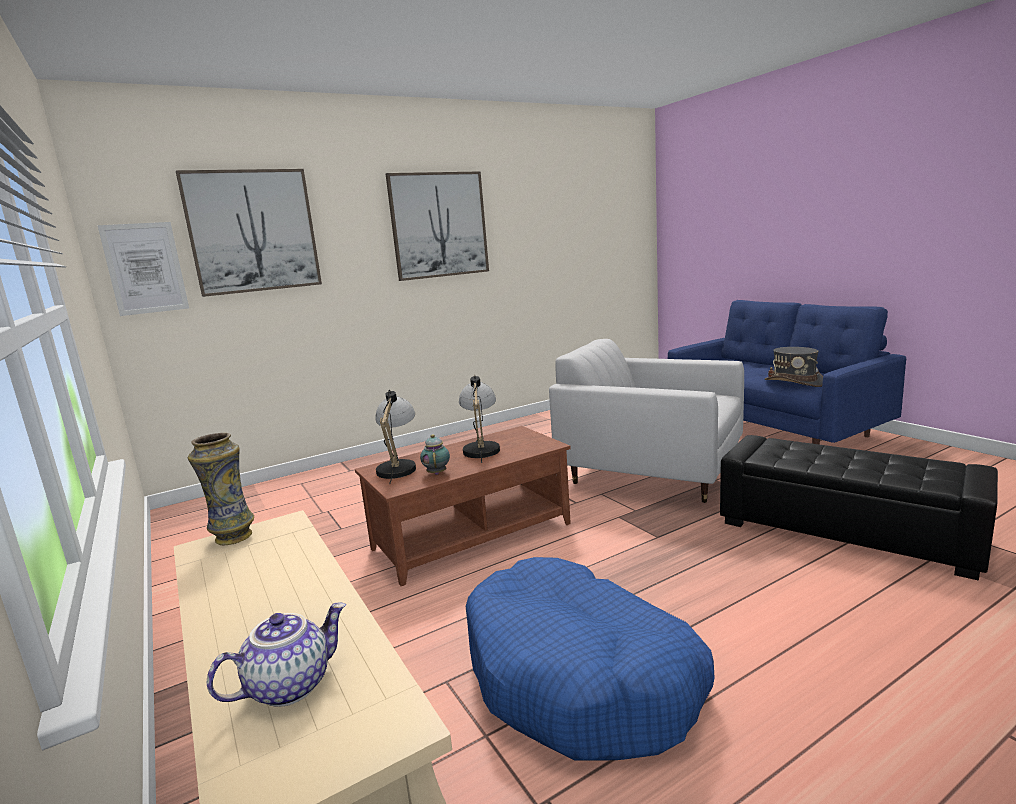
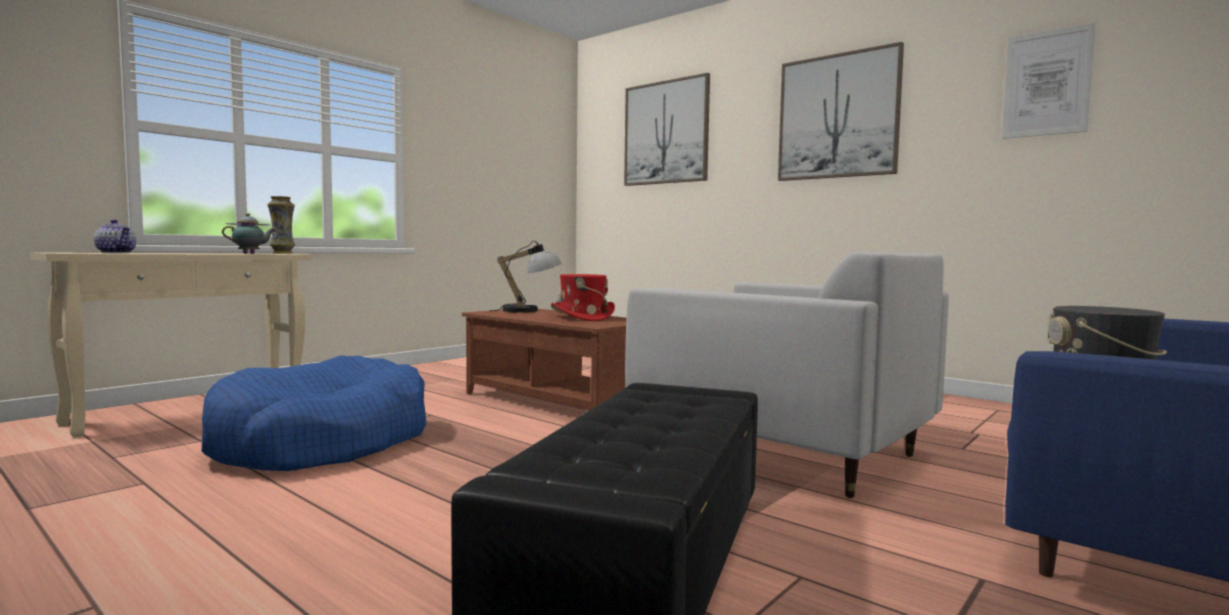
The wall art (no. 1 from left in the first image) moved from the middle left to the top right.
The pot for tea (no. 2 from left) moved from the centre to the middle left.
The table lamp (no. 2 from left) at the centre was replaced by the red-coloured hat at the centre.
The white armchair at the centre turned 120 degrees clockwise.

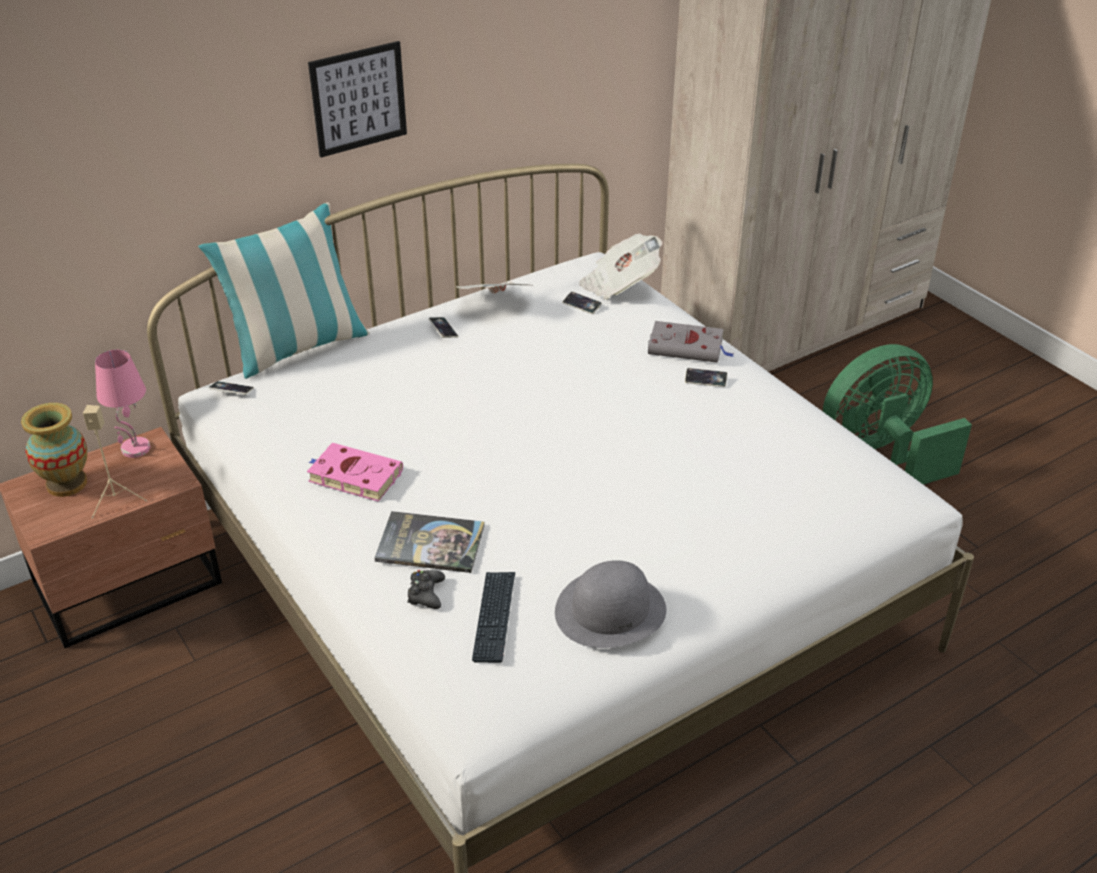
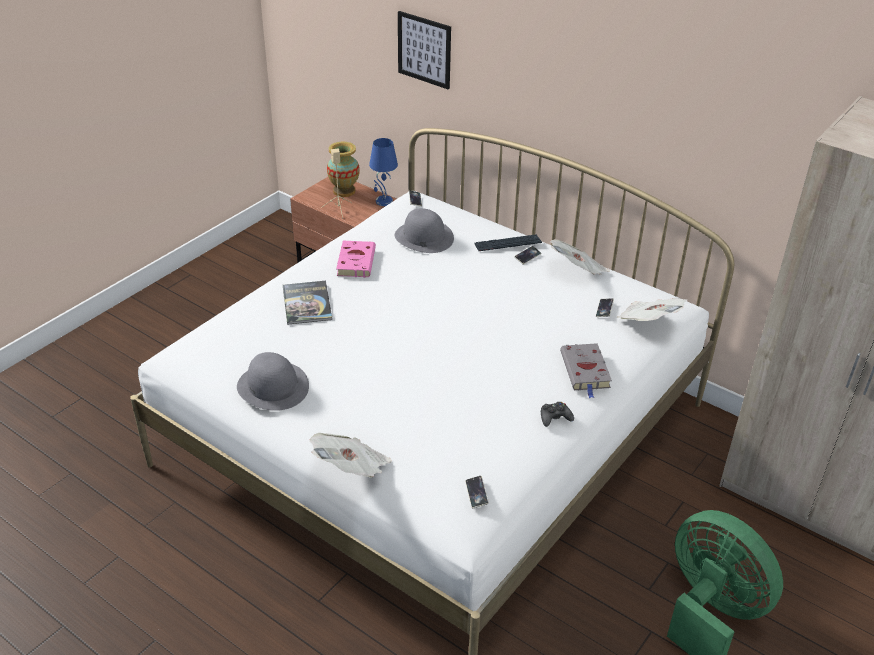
The cushion at the middle left disappeared.
The daily paper (no. 1 from left) at the bottom centre appeared.
The greyish hat (no. 2 from left) at the centre appeared.
The wall art moved from the top left to the top centre.
The blackish game controller moved from the bottom centre to the centre.
The PC keyboard moved from the bottom centre to the centre.
The telephone (no. 4 from left in the first image) moved from the centre to the bottom centre.
The pinkish table lamp at the middle left became the blue-coloured table lamp at the top centre.

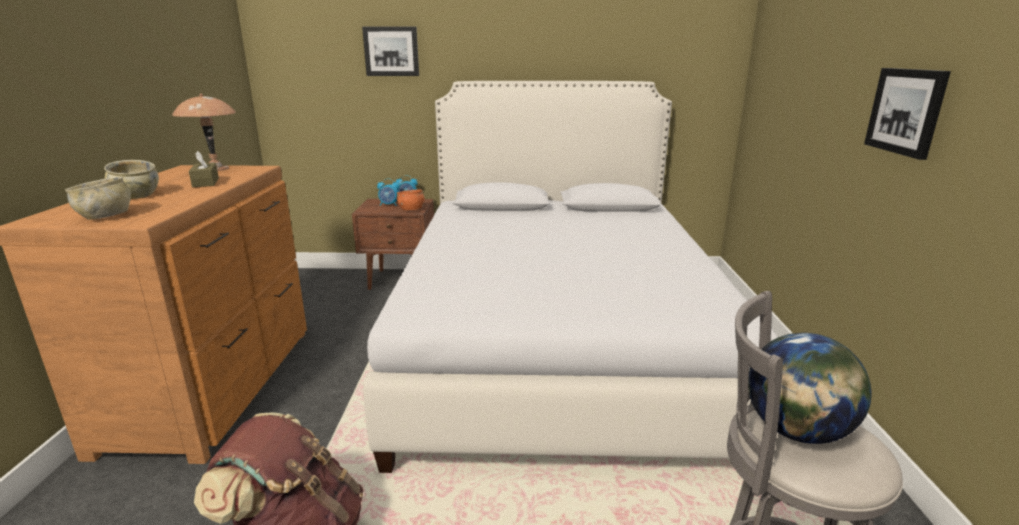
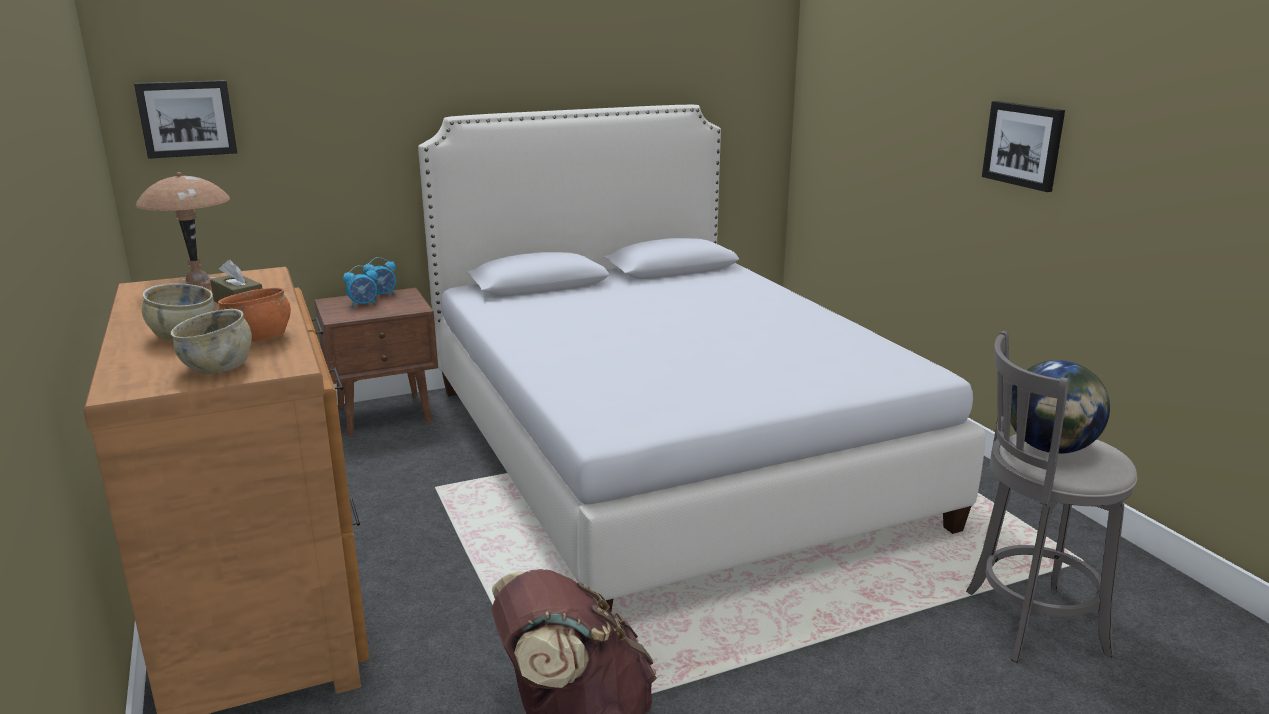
The wall art (no. 1 from left) moved from the top centre to the top left.
The orange deep dish moved from the centre to the middle left.

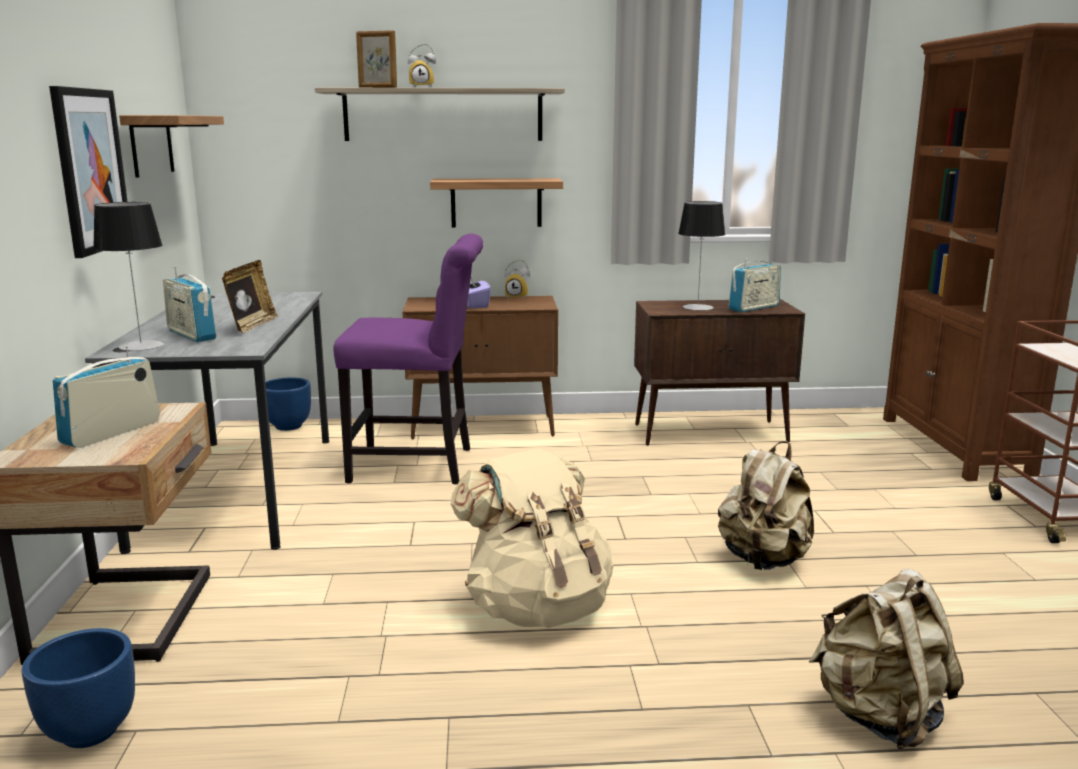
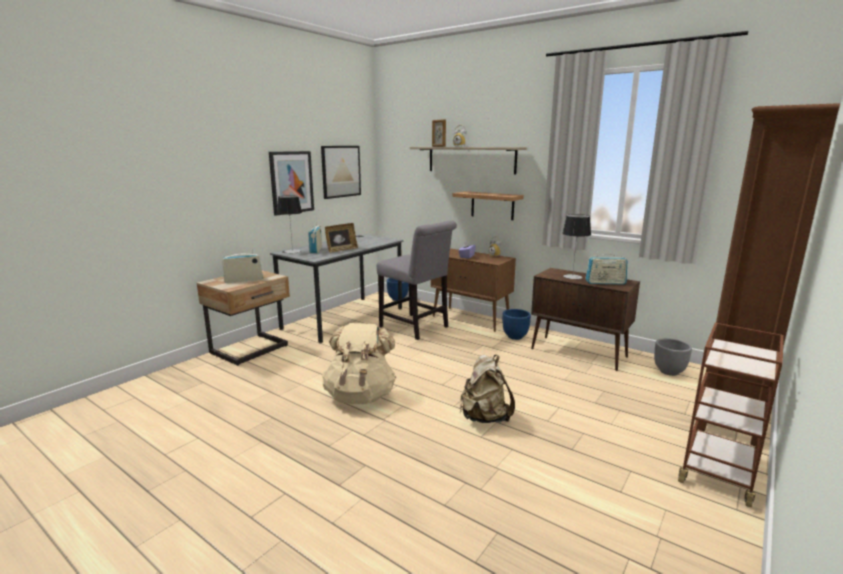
The sand-coloured backpack (no. 3 from left) at the bottom right disappeared.
The greyish plant pot at the middle right appeared.
The blue-coloured plant pot (no. 1 from left in the first image) moved from the bottom left to the centre.
The shelf (no. 1 from left) at the top left was replaced by the wall art (no. 2 from left) at the top centre.
The purplish chair at the centre became the greyish chair at the centre.

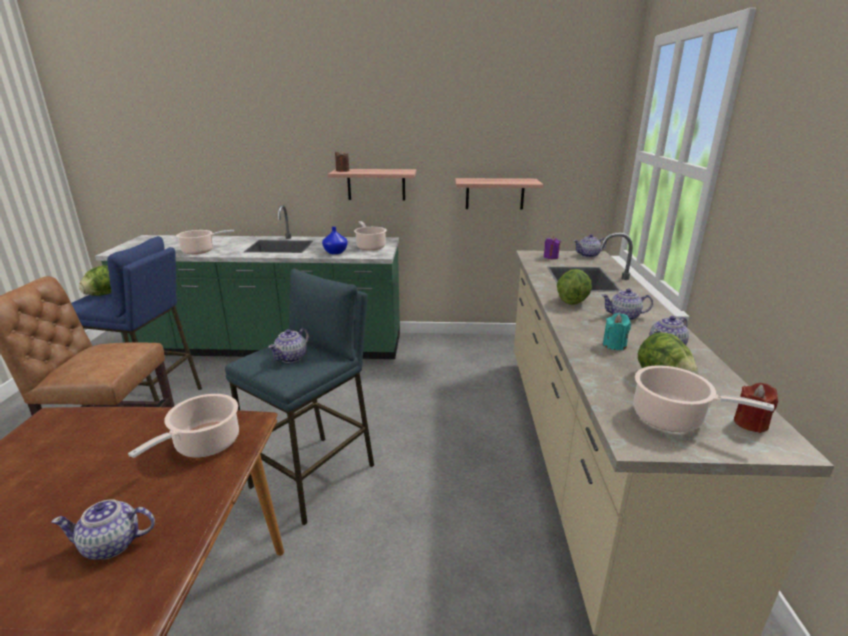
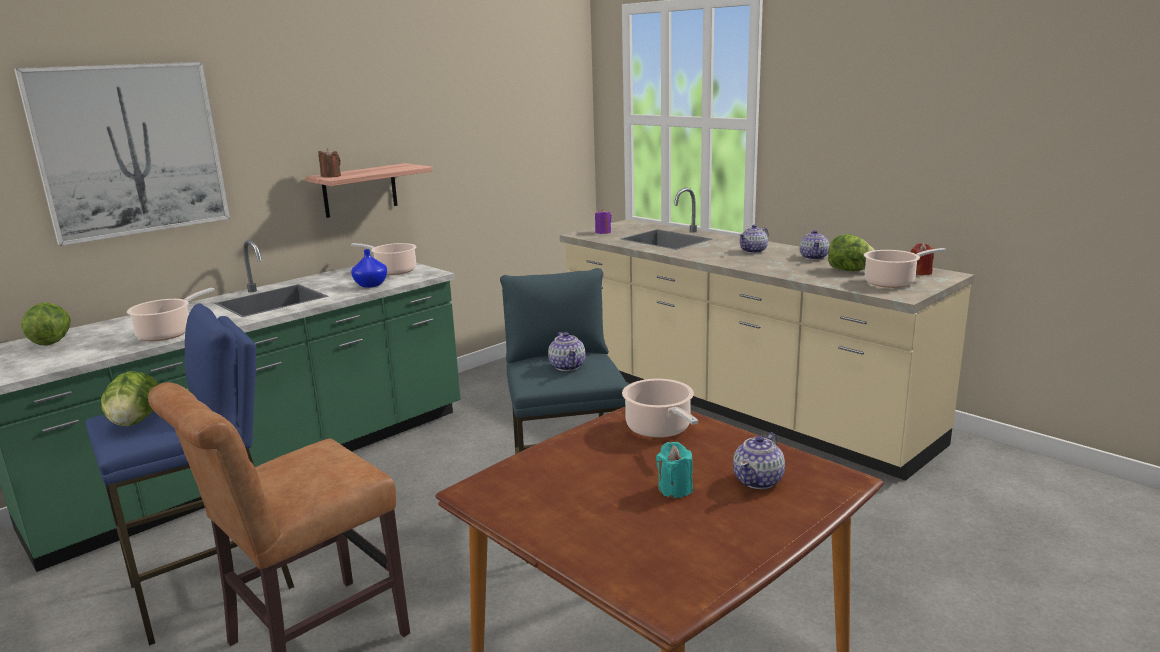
The shelf (no. 2 from left) at the top centre disappeared.
The pot for tea (no. 3 from left) at the middle right disappeared.
The wall art at the top left appeared.
The head of lettuce (no. 2 from left in the first image) moved from the middle right to the middle left.
The turquoise-coloured wax candle moved from the middle right to the bottom centre.

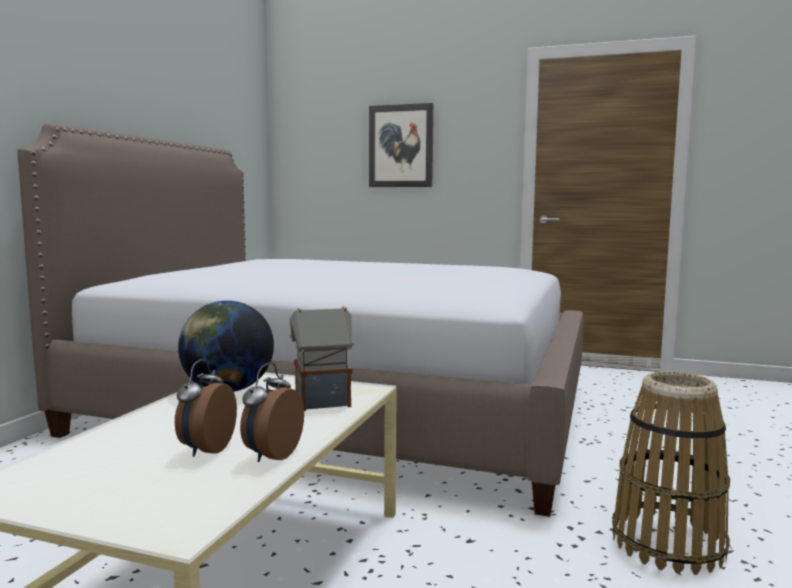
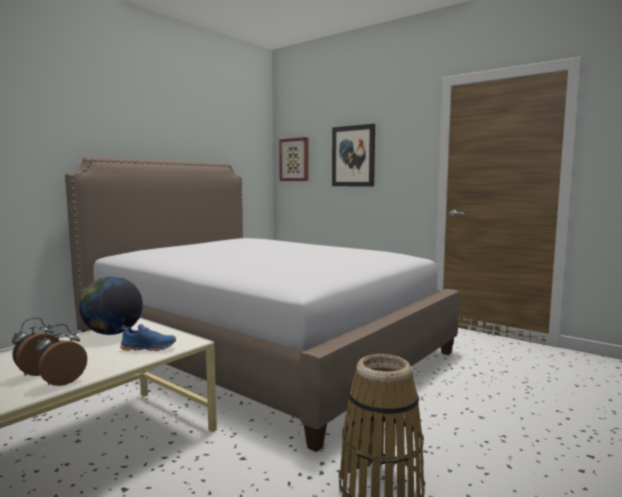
The wall art (no. 1 from left) at the top centre appeared.
The toy house at the centre was replaced by the blue-coloured shoe at the bottom left.

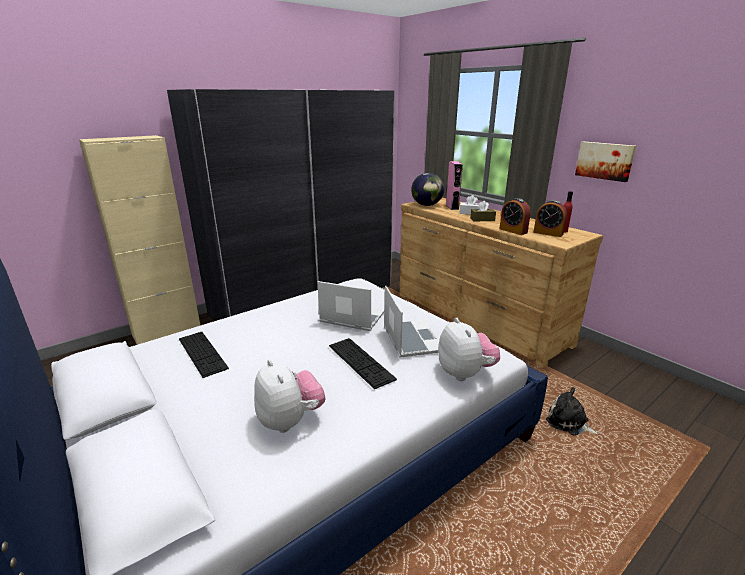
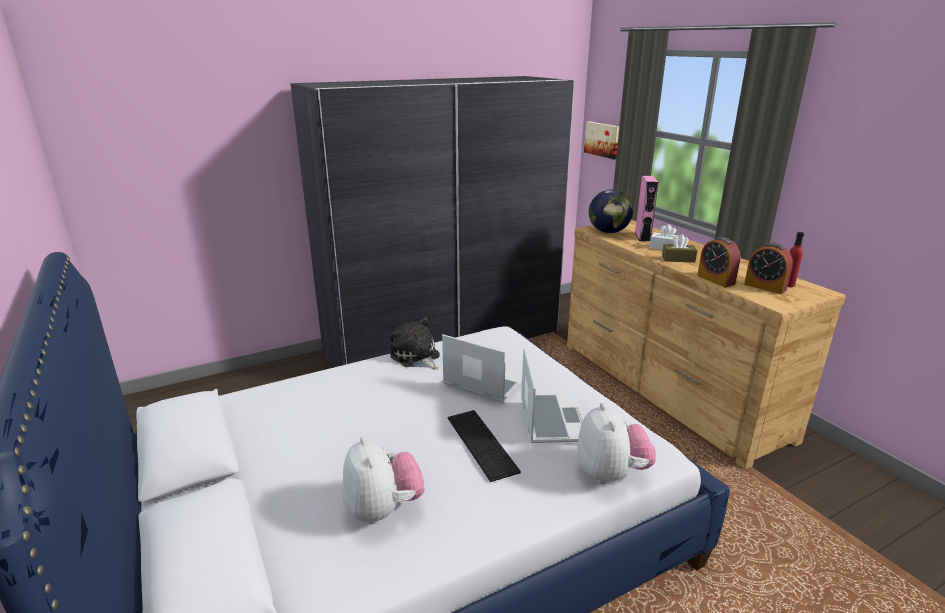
The sand-coloured cupboard at the middle left disappeared.
The PC keyboard (no. 1 from left) at the middle left disappeared.
The cuddly toy (no. 3 from left in the first image) moved from the bottom right to the centre.
The wall art moved from the top right to the top centre.

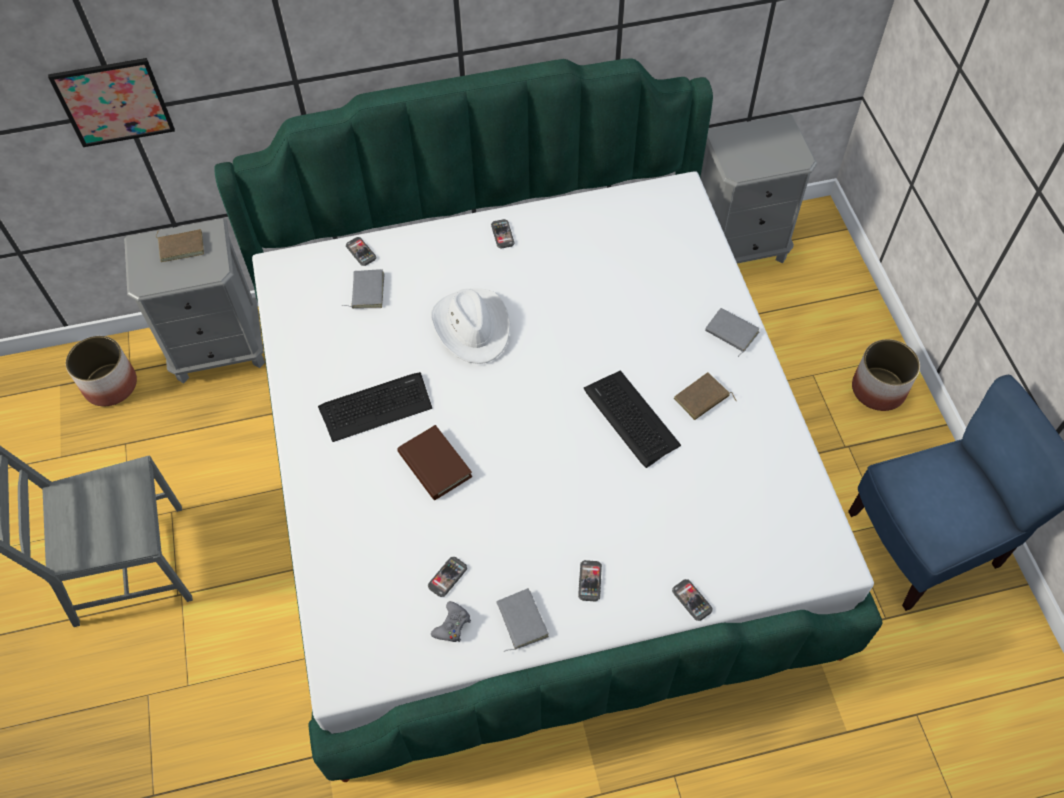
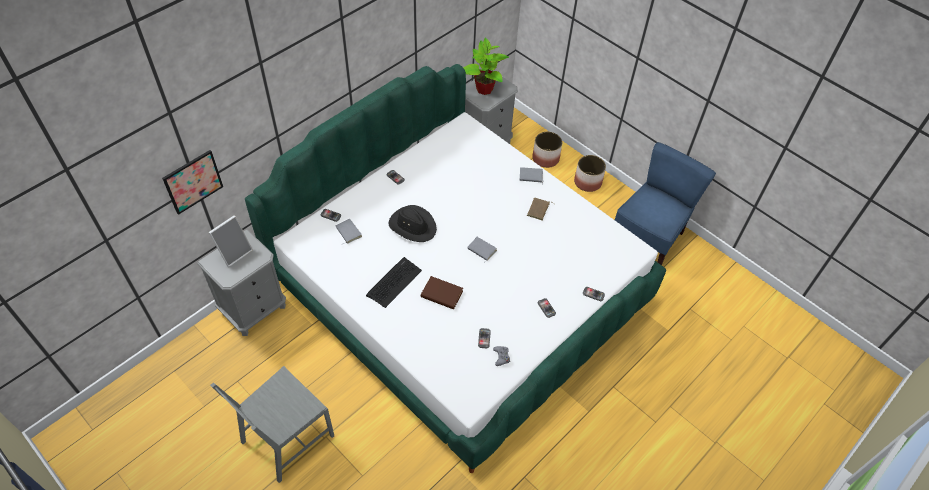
The PC keyboard (no. 2 from left) at the centre disappeared.
The plant in a pot at the top centre appeared.
The plant pot (no. 1 from left) moved from the middle left to the top centre.
The greyish volume (no. 2 from left) moved from the bottom centre to the centre.
The brownish volume (no. 1 from left) at the top left was replaced by the picture frame at the middle left.
The white hat at the centre became the blackish hat at the centre.

